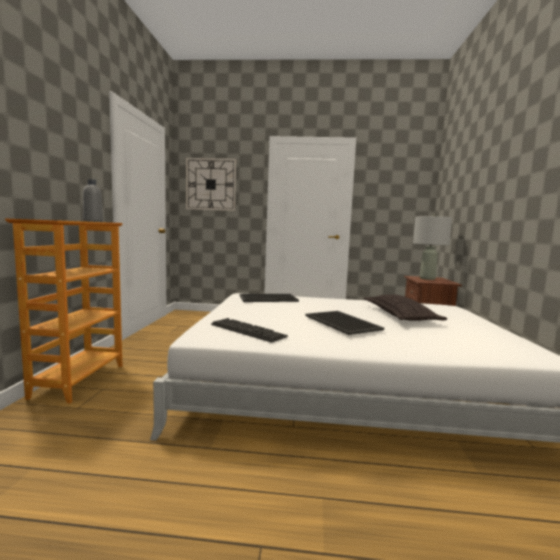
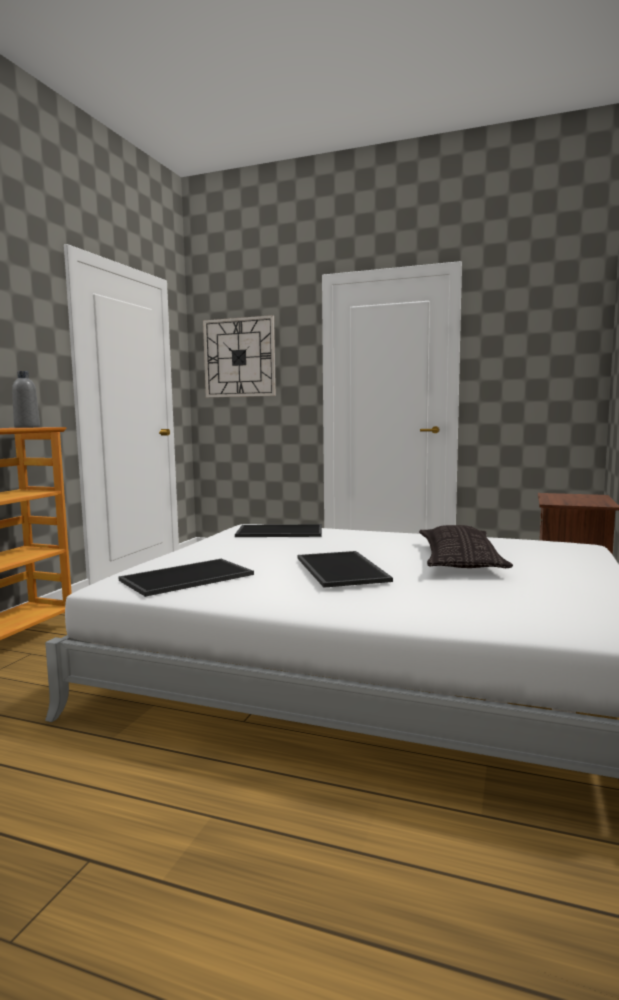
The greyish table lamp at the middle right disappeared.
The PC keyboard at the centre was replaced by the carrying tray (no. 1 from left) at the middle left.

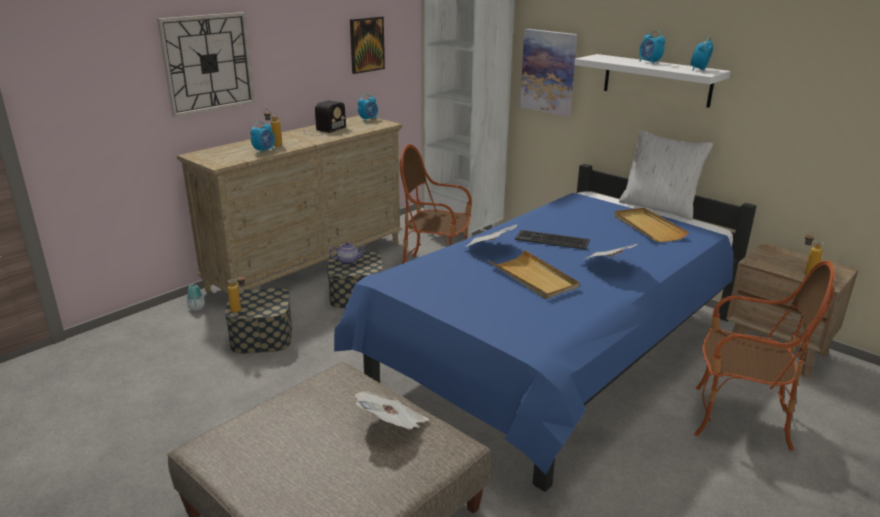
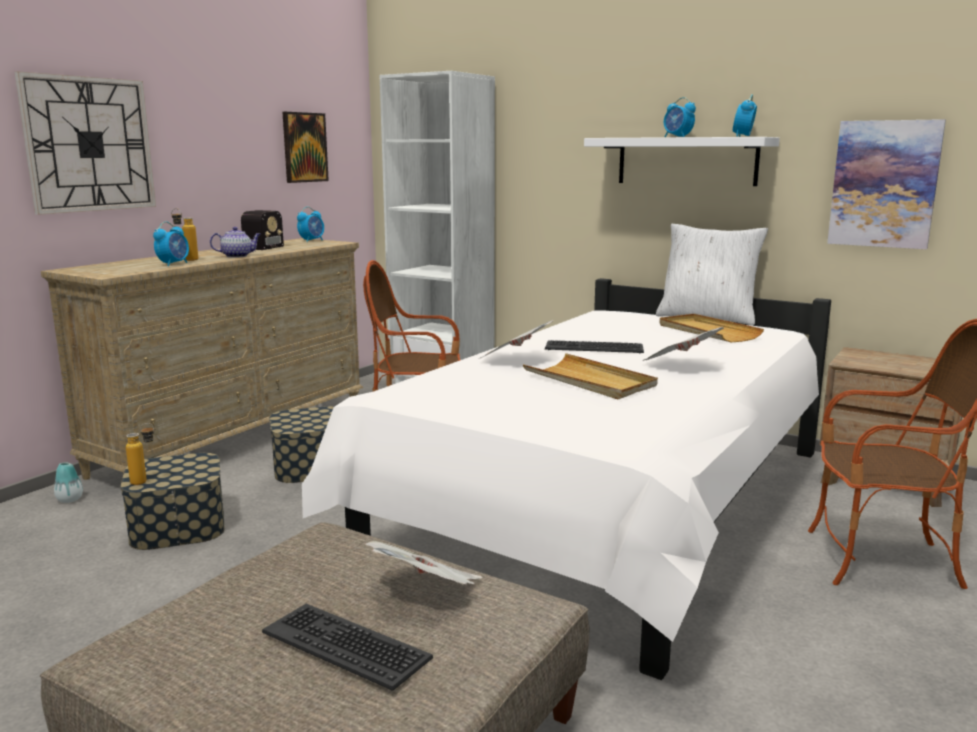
The bottle (no. 3 from left) at the middle right disappeared.
The PC keyboard (no. 1 from left) at the bottom centre appeared.
The pot for tea moved from the centre to the top left.
The wall art (no. 2 from left) moved from the top centre to the top right.
The blue-coloured sleeping bed at the centre became the white sleeping bed at the centre.

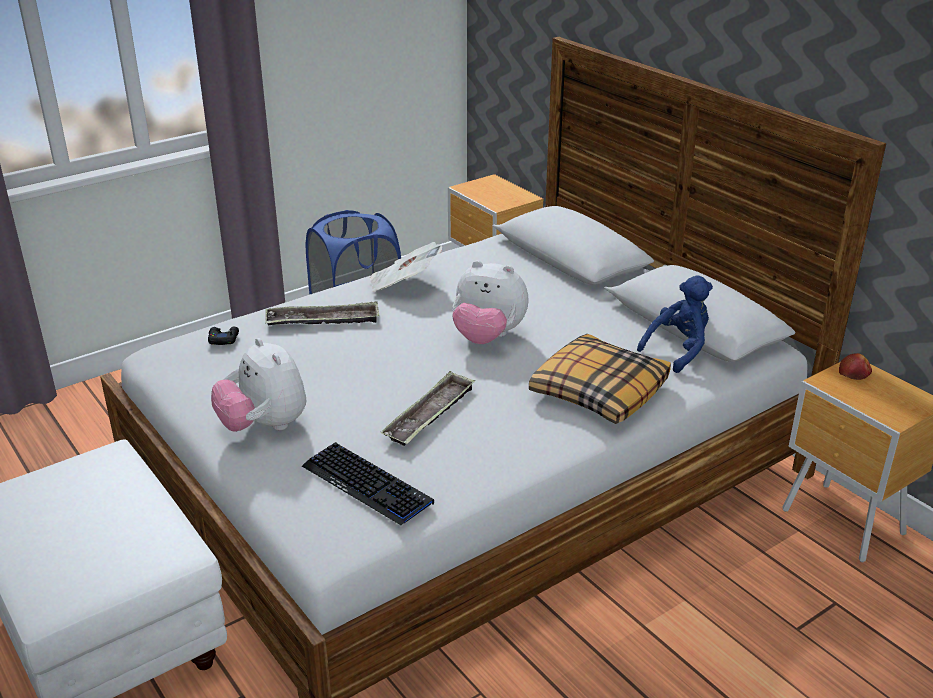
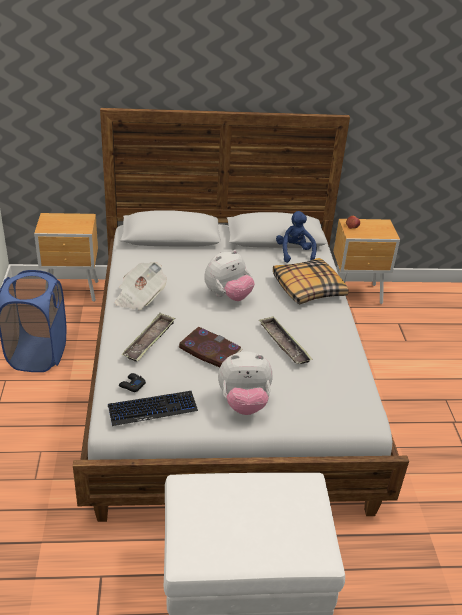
The volume at the centre appeared.
The PC keyboard moved from the bottom centre to the middle left.

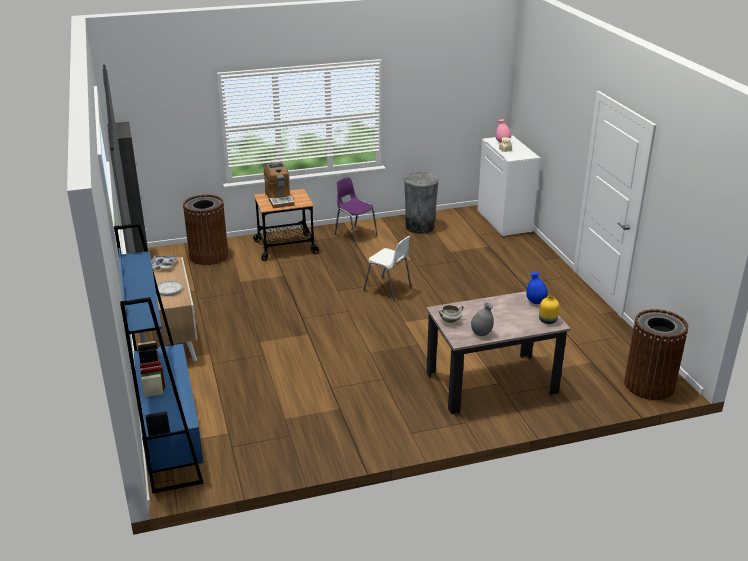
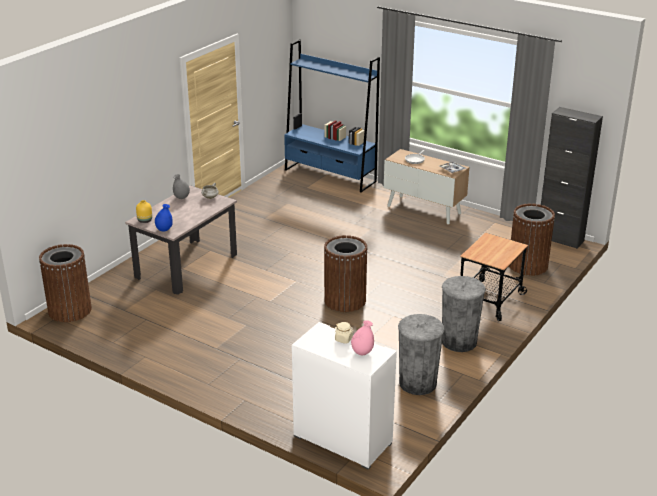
The coffee brewer at the top centre disappeared.
The purplish chair at the centre was replaced by the greyish waste bin (no. 2 from left) at the middle right.
The white chair at the centre was replaced by the brownish waste bin (no. 2 from left) at the centre.

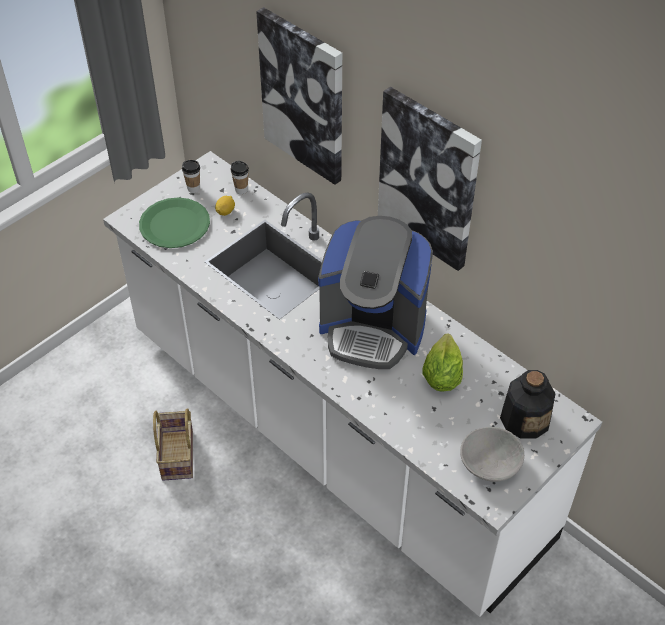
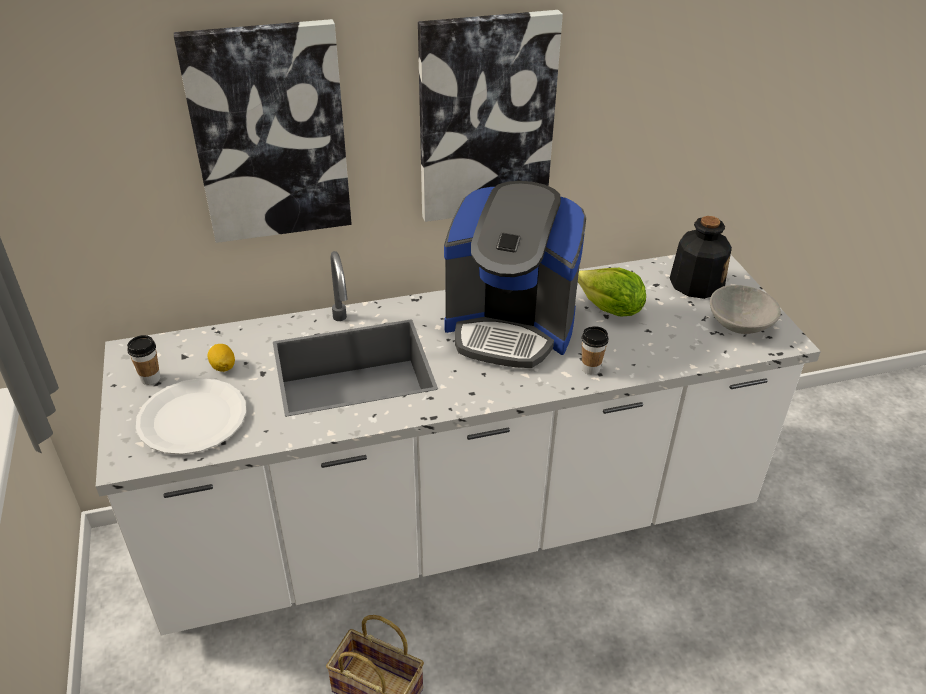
The drinking cup (no. 2 from left) moved from the top centre to the centre.
The green-coloured flat dish at the middle left became the white flat dish at the middle left.
The coffee brewer at the centre turned 60 degrees clockwise.

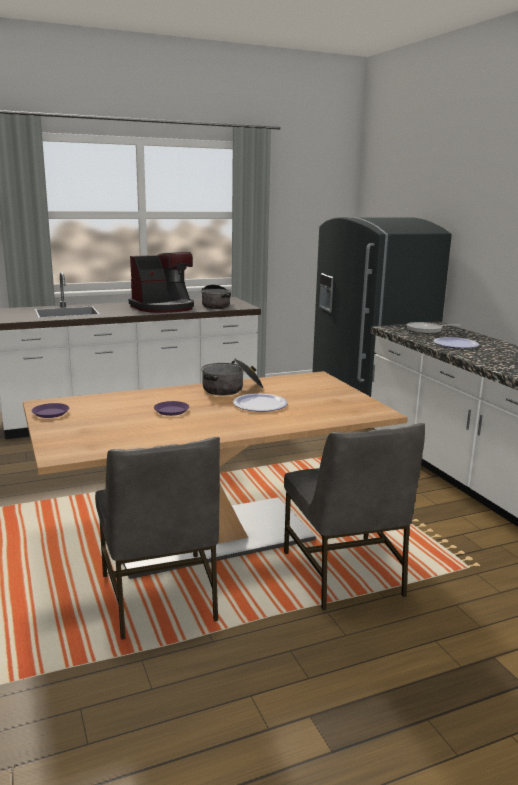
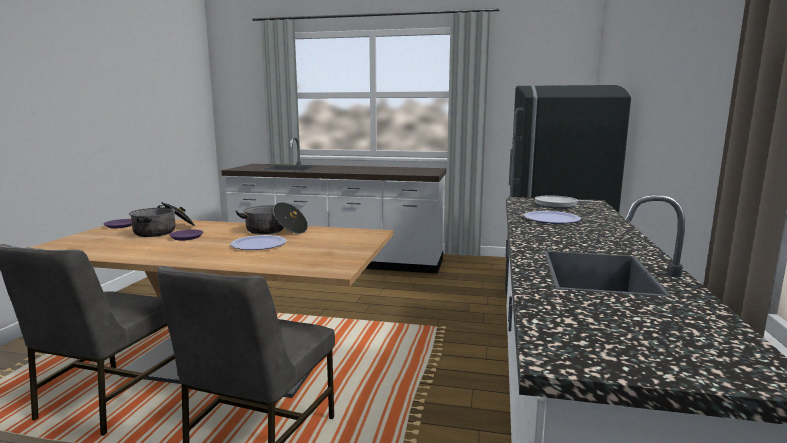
The coffee brewer at the middle left disappeared.
The cooking pot (no. 1 from left) moved from the centre to the middle left.

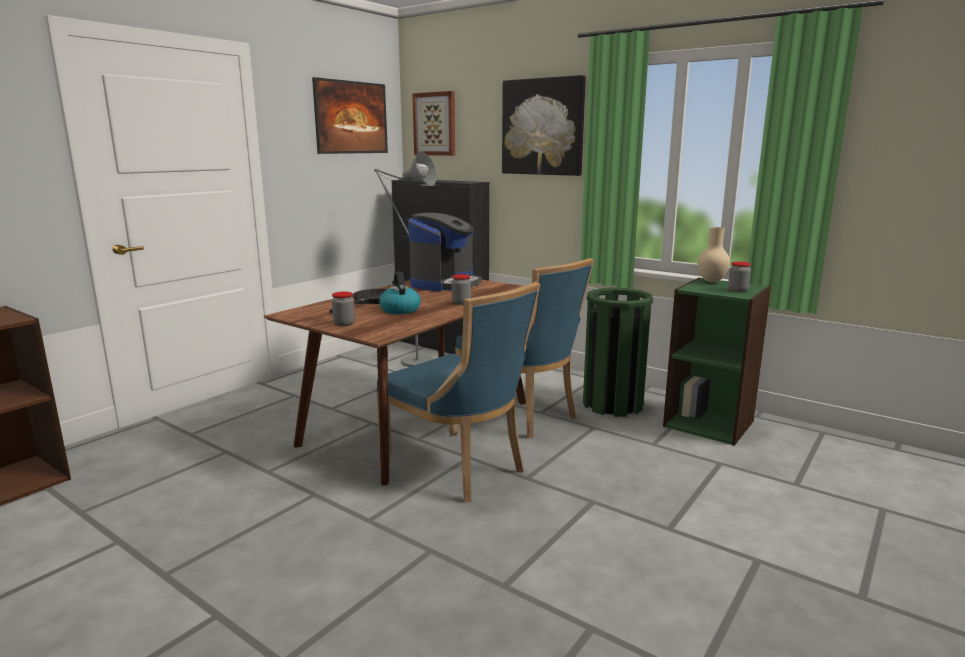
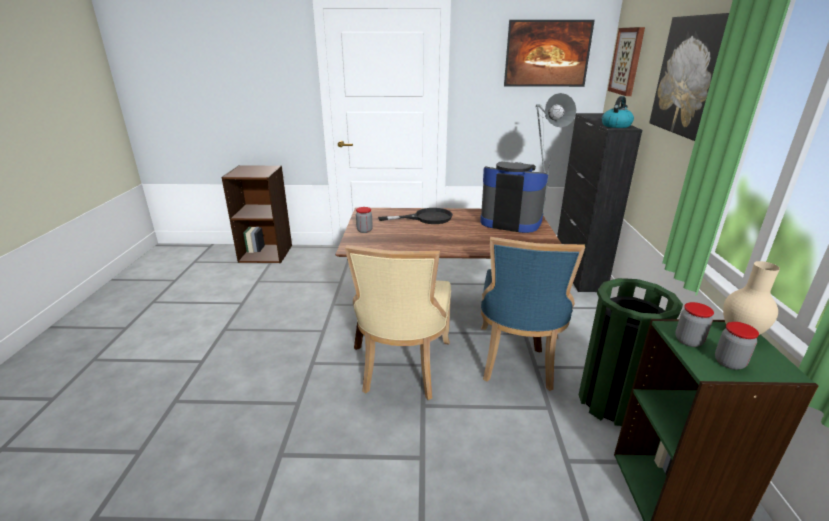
The water kettle moved from the centre to the top right.
The storage jar (no. 2 from left) moved from the centre to the middle right.
The blue-coloured chair (no. 1 from left) at the centre became the sand-coloured chair at the centre.
The coffee brewer at the centre turned 150 degrees counterclockwise.

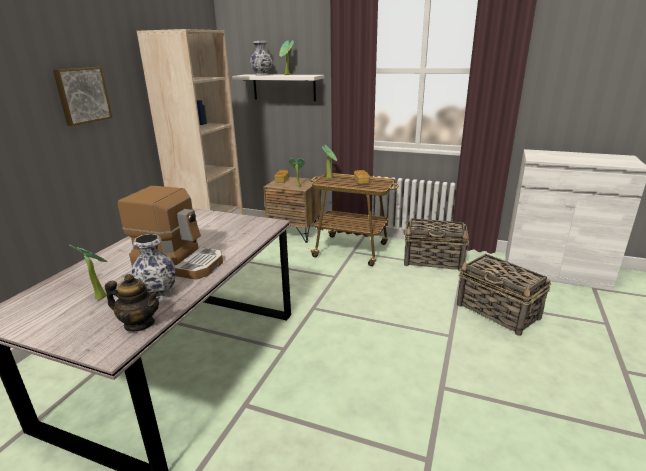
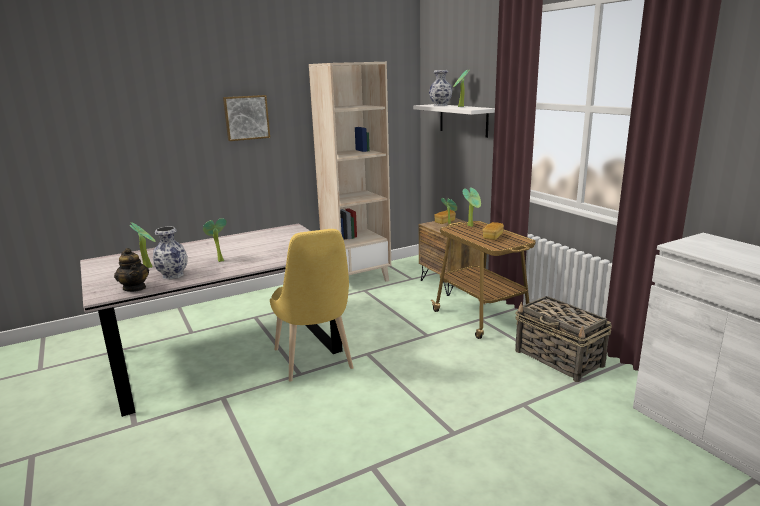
The basket (no. 2 from left) at the middle right disappeared.
The yellow-coloured chair at the centre appeared.
The coffee brewer at the middle left was replaced by the plant in a pot (no. 2 from left) at the middle left.

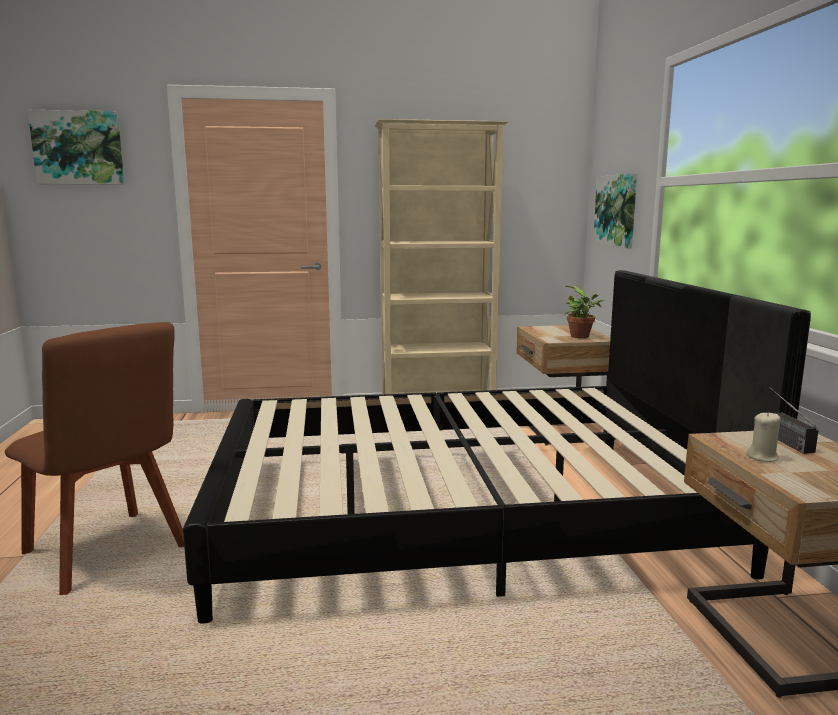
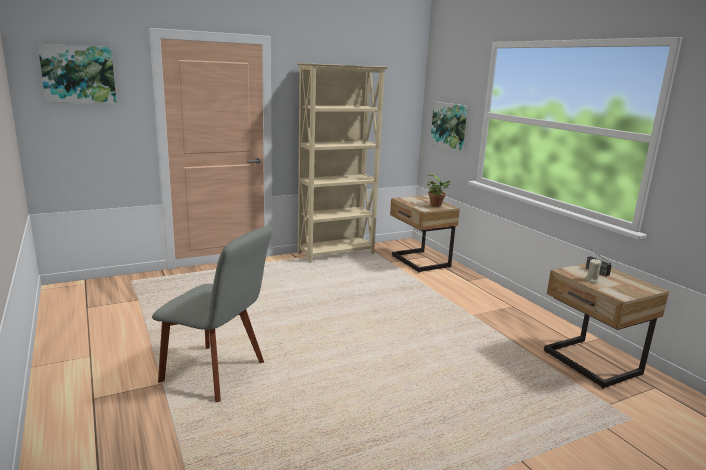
The blackish sleeping bed at the centre disappeared.
The brownish chair at the middle left became the greyish chair at the bottom left.

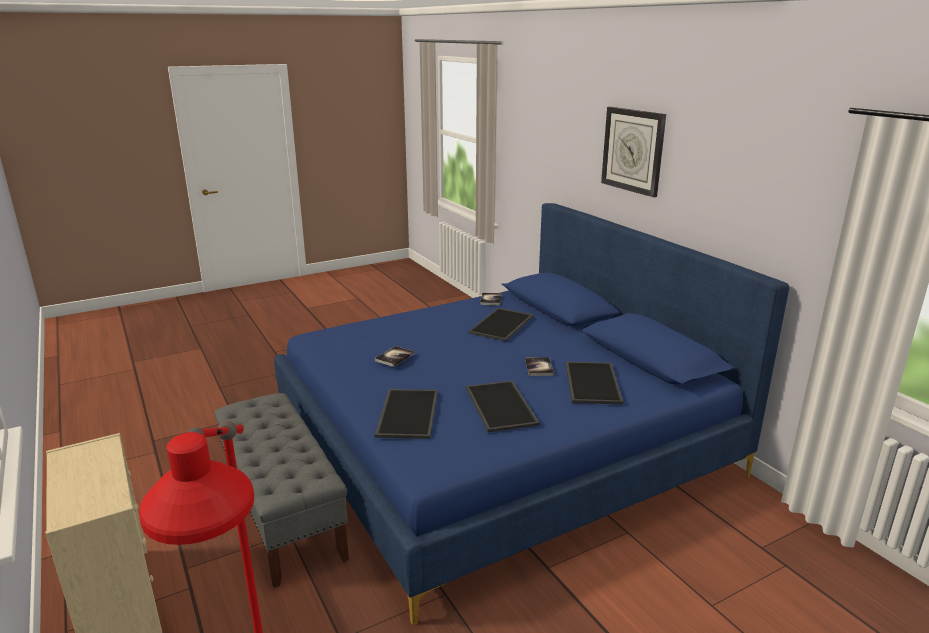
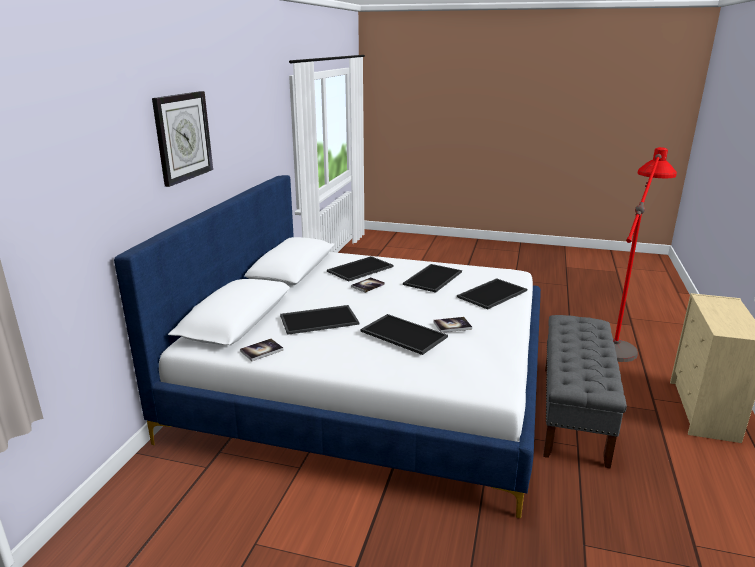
The carrying tray (no. 3 from left) at the centre appeared.
The blue-coloured sleeping bed at the centre became the white sleeping bed at the centre.

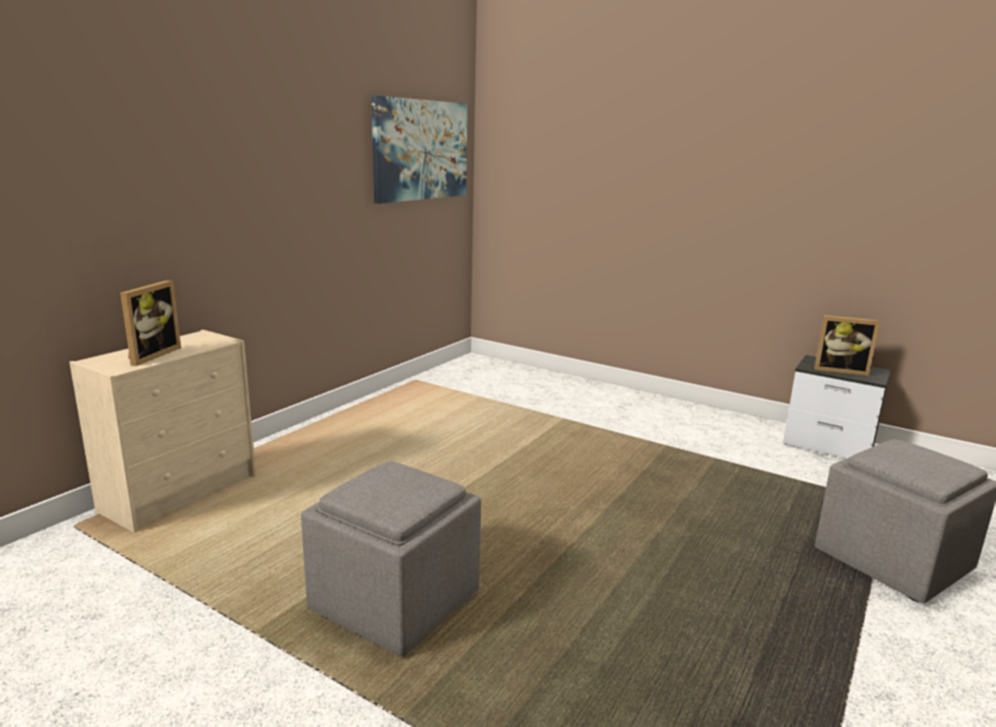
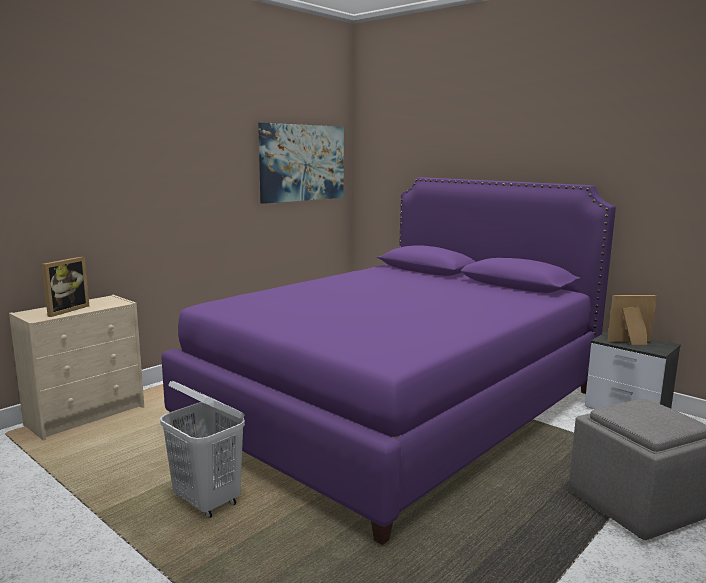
The purplish sleeping bed at the centre appeared.
The greyish ottoman (no. 1 from left) at the bottom centre was replaced by the white laundry basket at the bottom left.
The picture frame (no. 2 from left) at the middle right turned 150 degrees clockwise.

